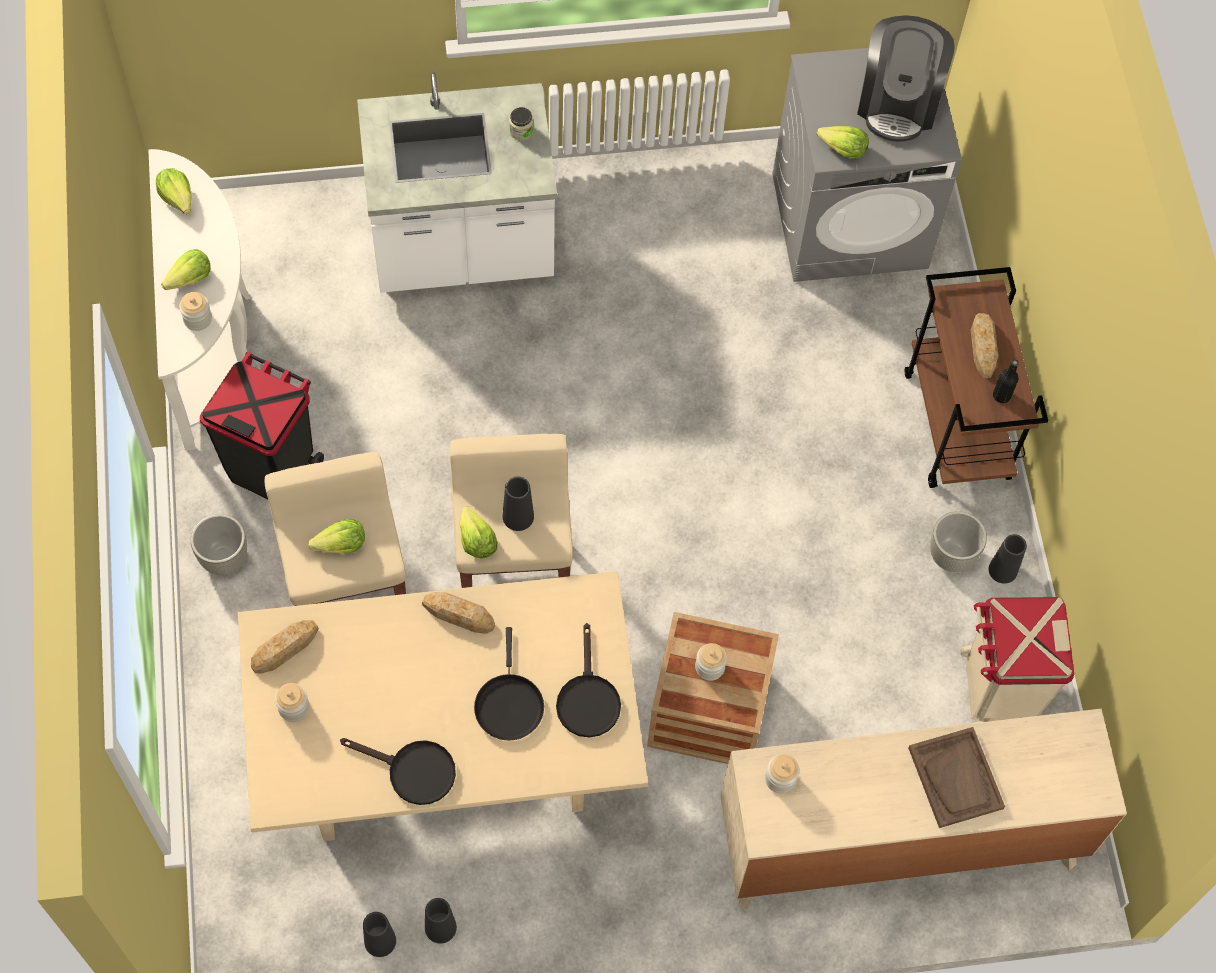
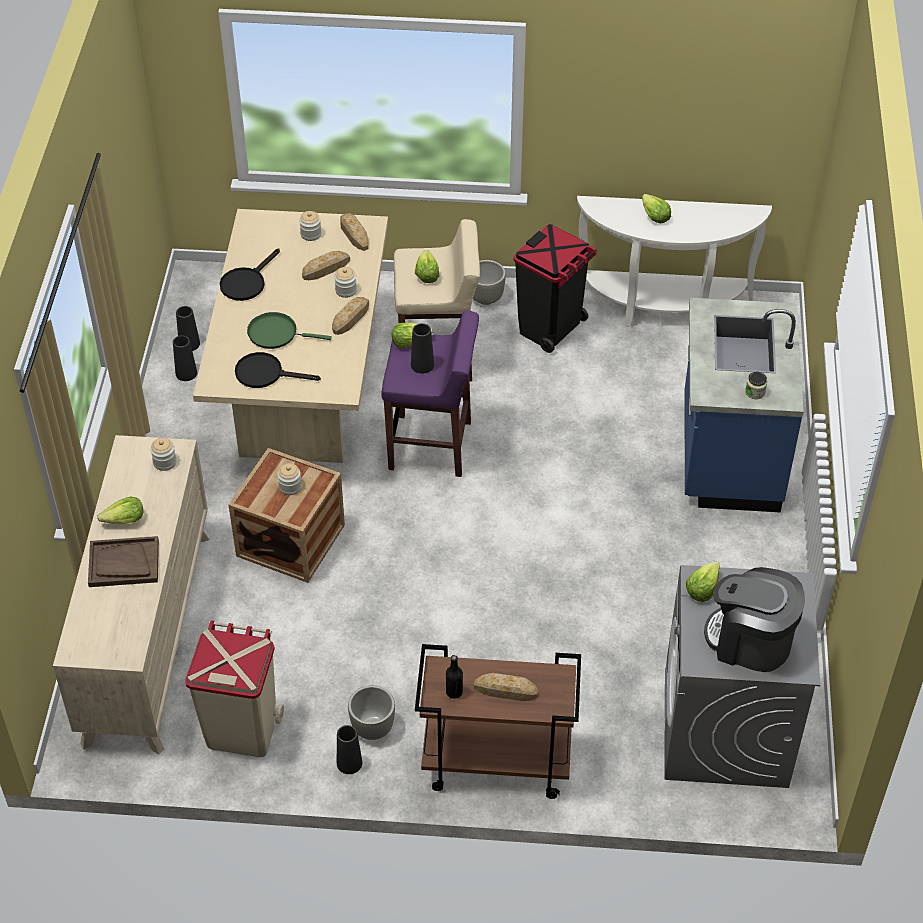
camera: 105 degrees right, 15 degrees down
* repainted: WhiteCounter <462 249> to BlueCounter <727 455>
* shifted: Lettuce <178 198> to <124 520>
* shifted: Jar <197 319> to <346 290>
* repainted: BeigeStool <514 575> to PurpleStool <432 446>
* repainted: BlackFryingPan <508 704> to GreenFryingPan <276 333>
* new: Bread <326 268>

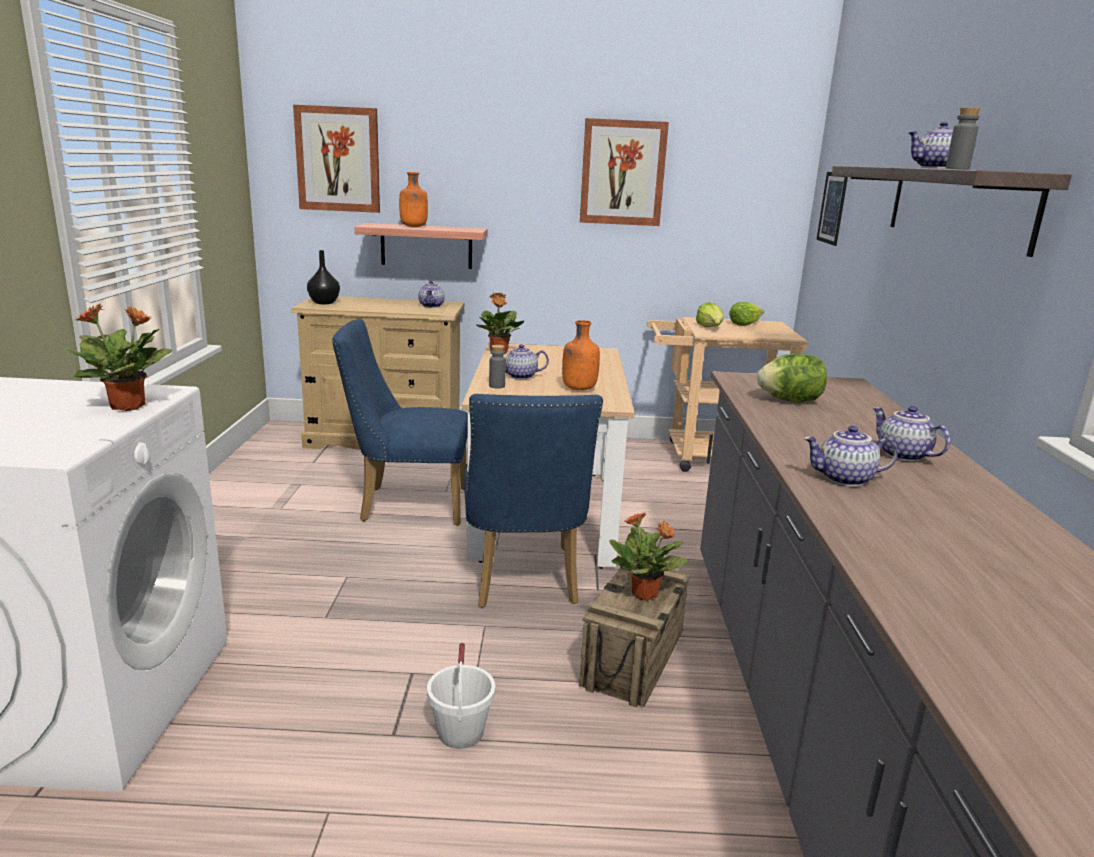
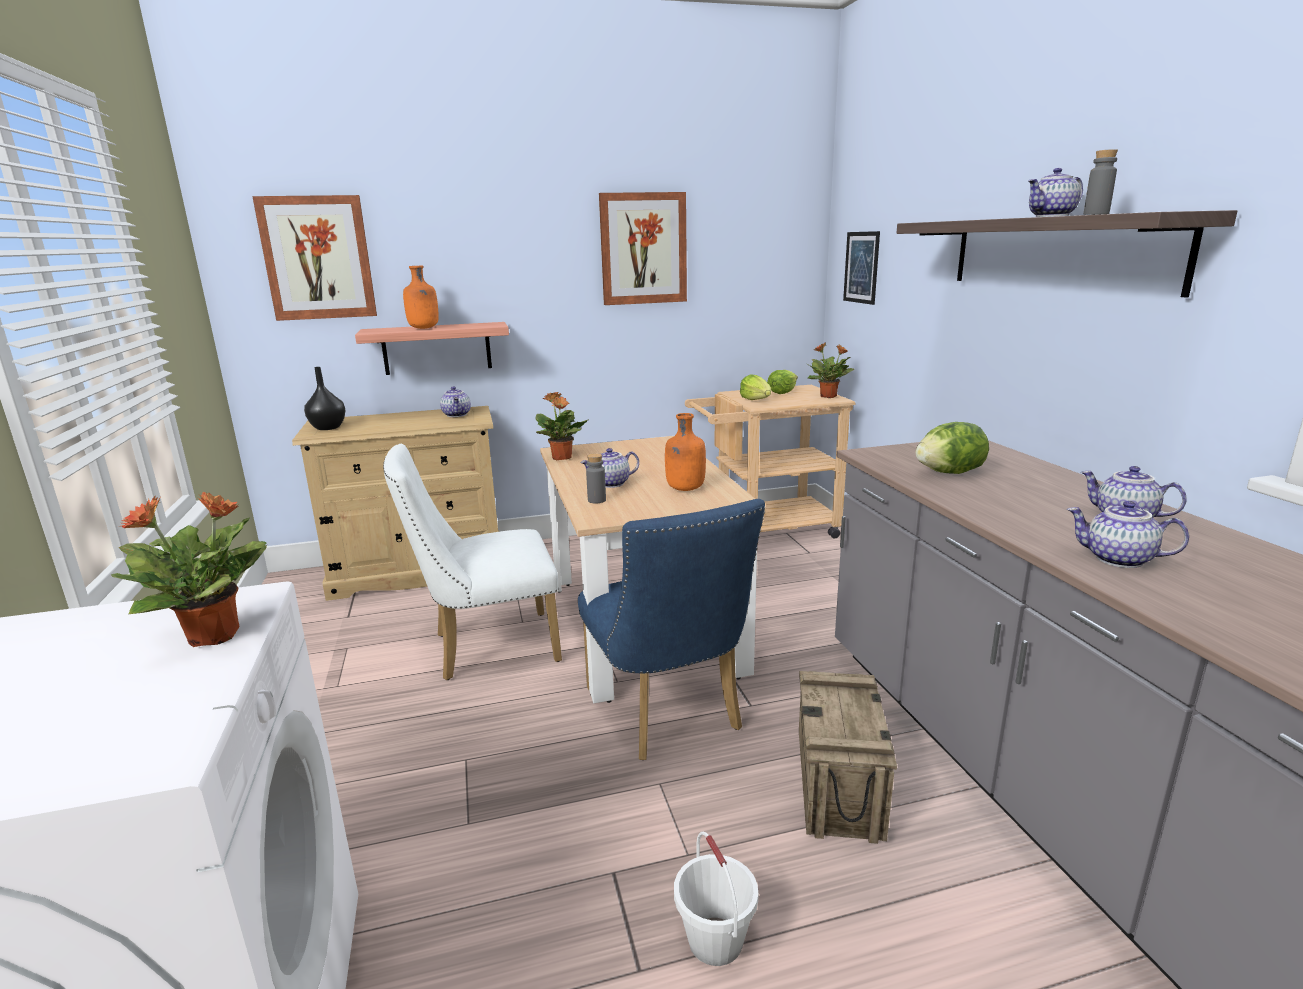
camera: 15 degrees left, 0 degrees up
* repainted: BlueChair <406 504> to WhiteChair <486 648>
* rotated: Teapot <844 479> = <1118 560> 45 degrees clockwise
* shifted: PottedPlant <645 594> to <829 396>

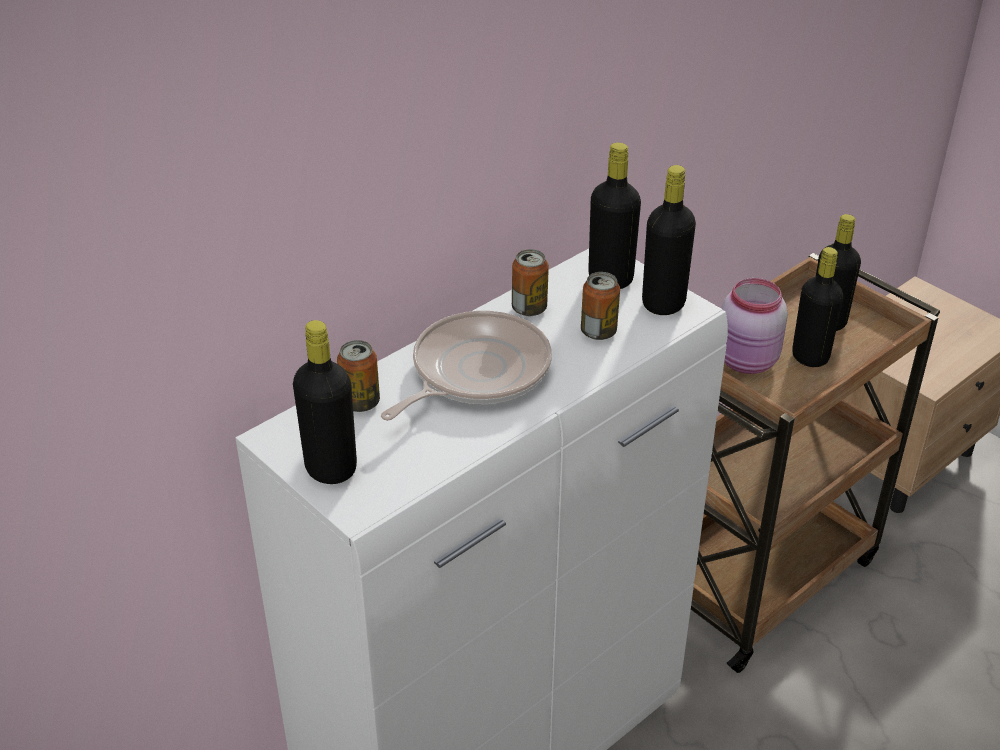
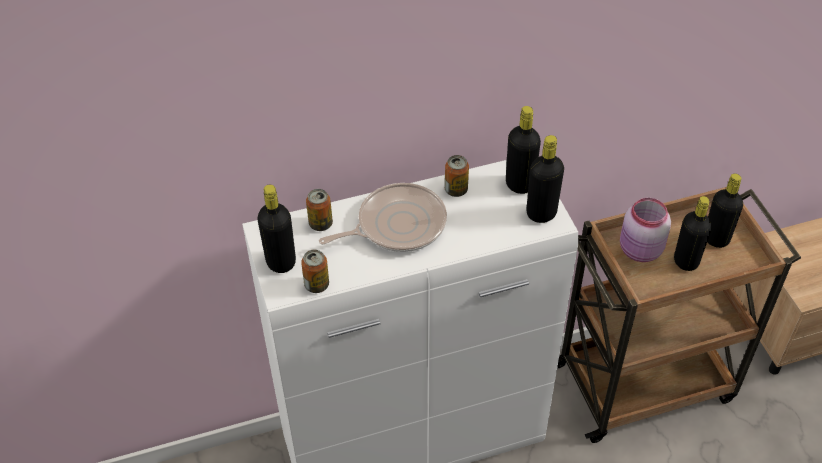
camera: 25 degrees right, 10 degrees up
* shifted: Can <598 332> to <317 285>

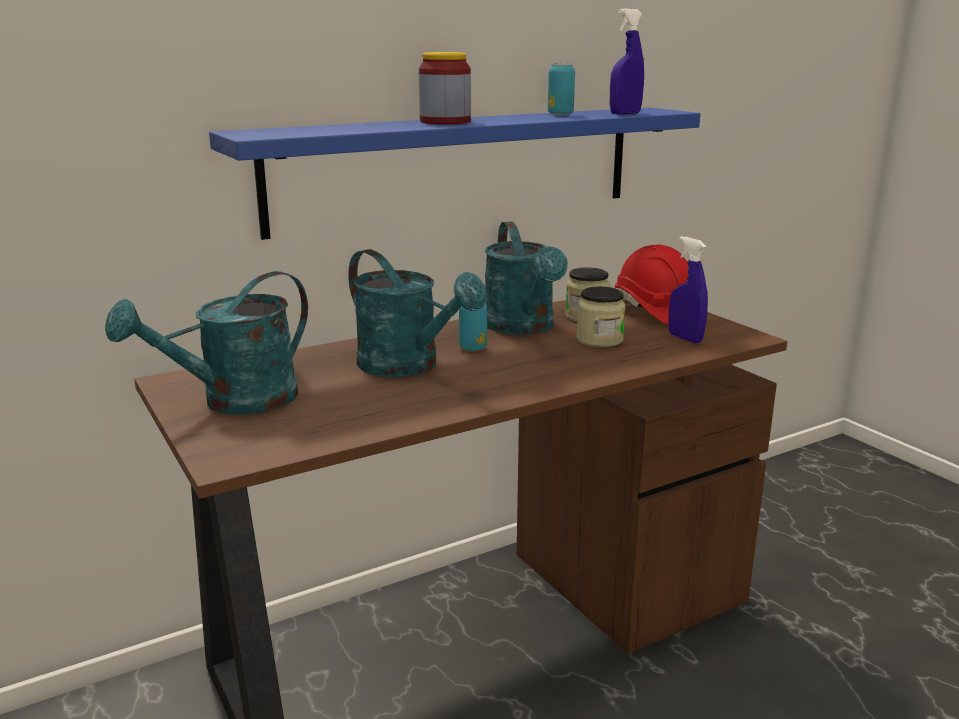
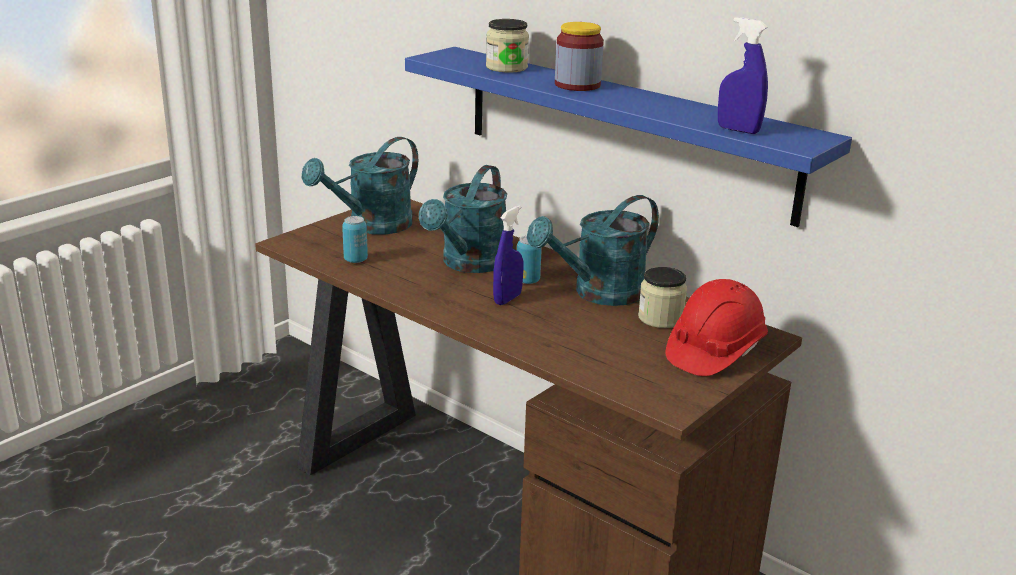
camera: 70 degrees right, 5 degrees up
* shifted: Can <560 114> to <355 260>
* shifted: BlueSprayBottle <685 338> to <507 299>
* rotated: TurquoiseWateringCan <235 402> = <372 226> 75 degrees counterclockwise
* shifted: Jar <599 339> to <506 67>

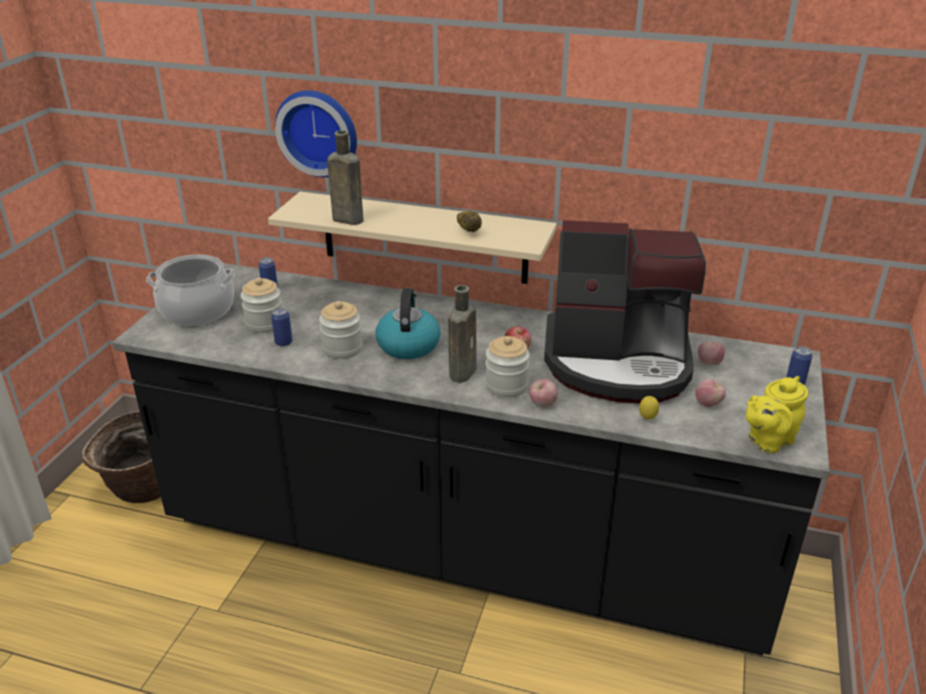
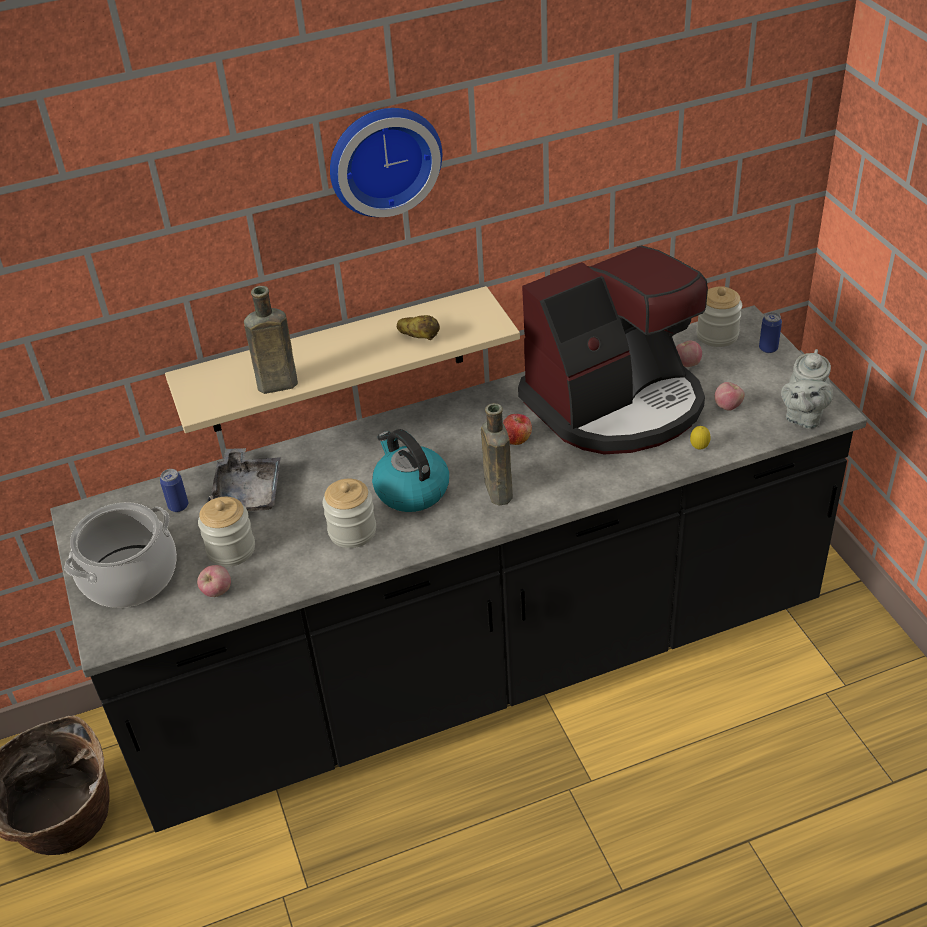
camera: 35 degrees left, 10 degrees up
* shifted: WallClock <319 132> to <383 158>
* gone: Can <283 342>
* shifted: Jar <506 386> to <717 335>
* repainted: YellowTeapot <767 440> to GreyTeapot <803 416>
* shifted: Apple <542 404> to <217 592>
* new: GreyTray <247 492>

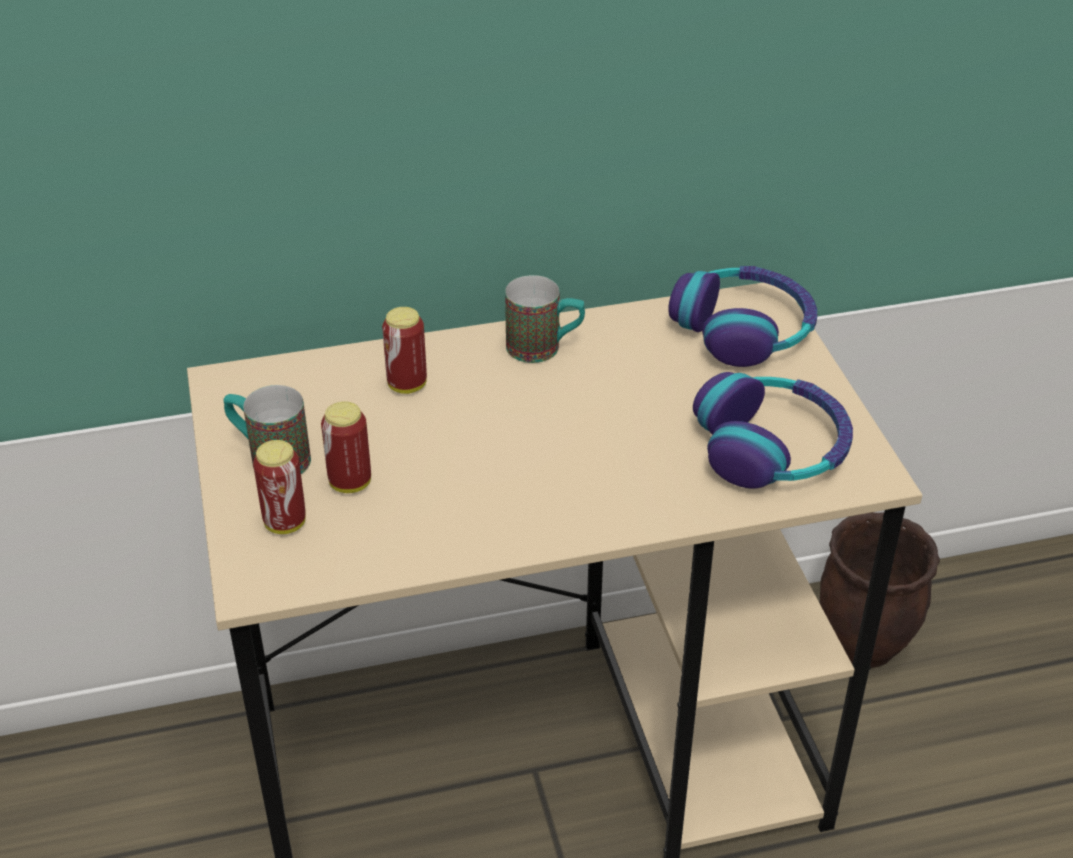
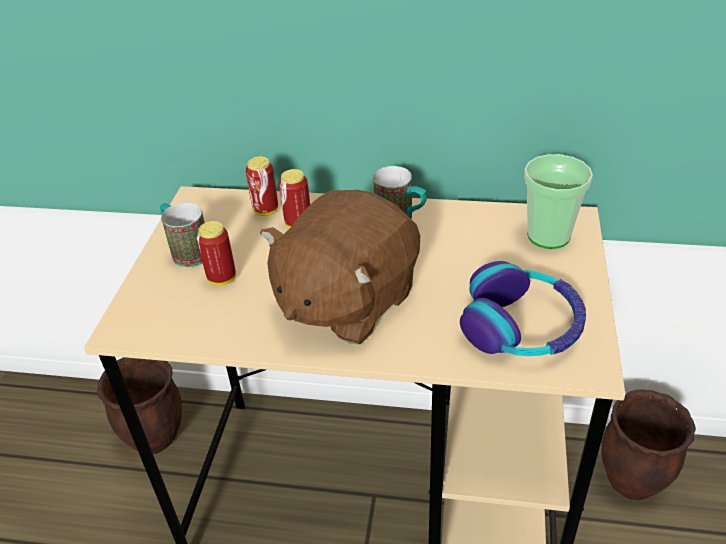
camera: 25 degrees right, 0 degrees up
* swapped: Headphones <744 329> to Cup <548 236>
* shifted: Can <285 523> to <266 210>
* new: BrownPlushToy <346 301>
* new: BrownPlanter <156 438>

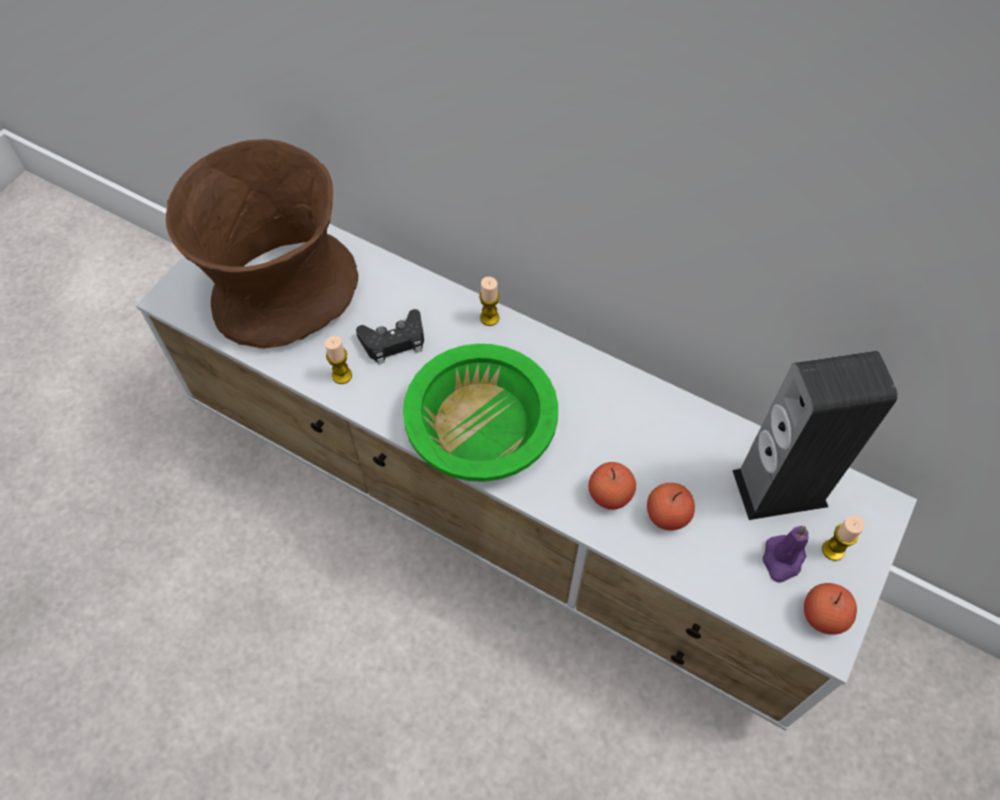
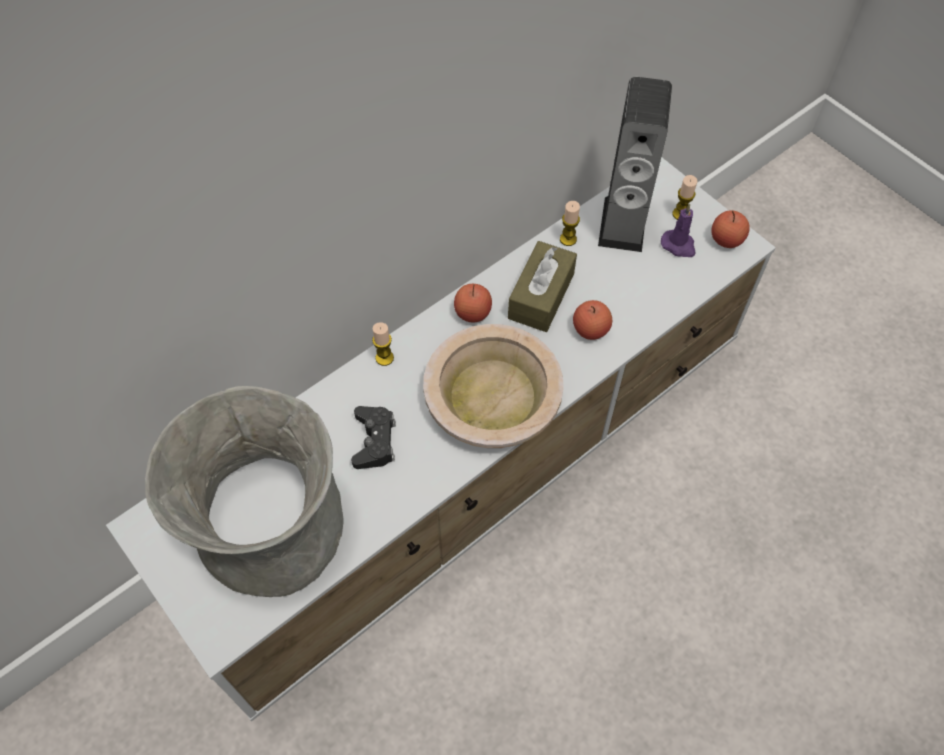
camera: 70 degrees left, 0 degrees up
* repainted: BrownVase <281 292> to GreyVase <268 525>
* shifted: Candle <342 375> to <568 239>
* repainted: GreenBowl <480 425> to BeigeBowl <492 398>
* shifted: Apple <667 515> to <472 313>
* new: BrownTissueBox <541 296>

